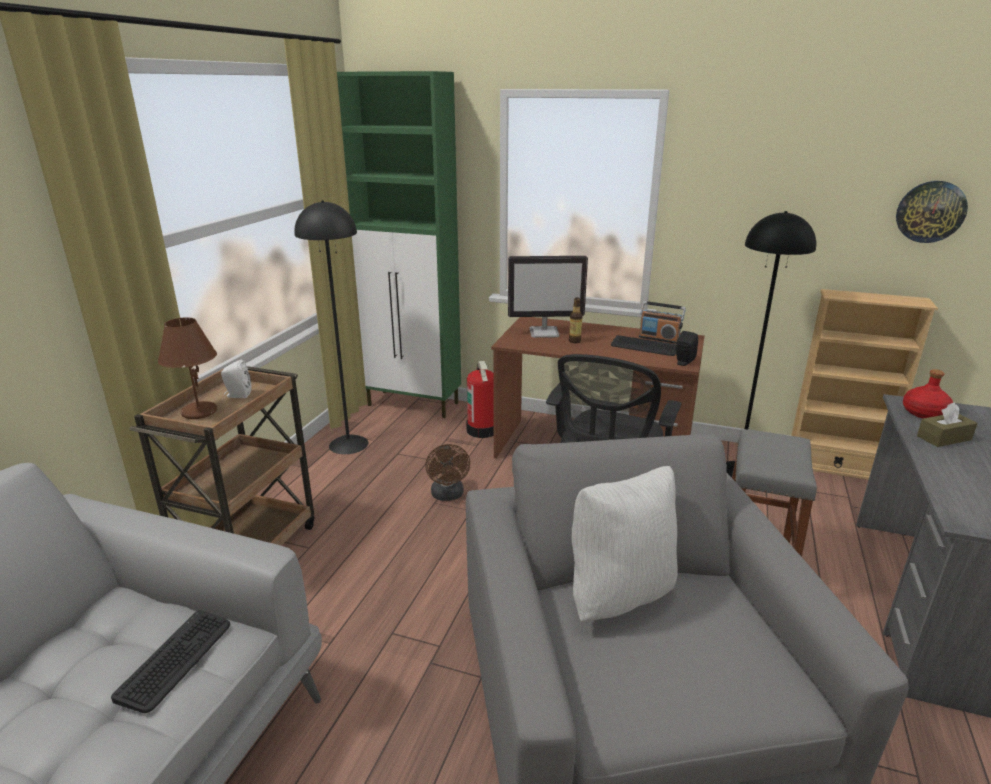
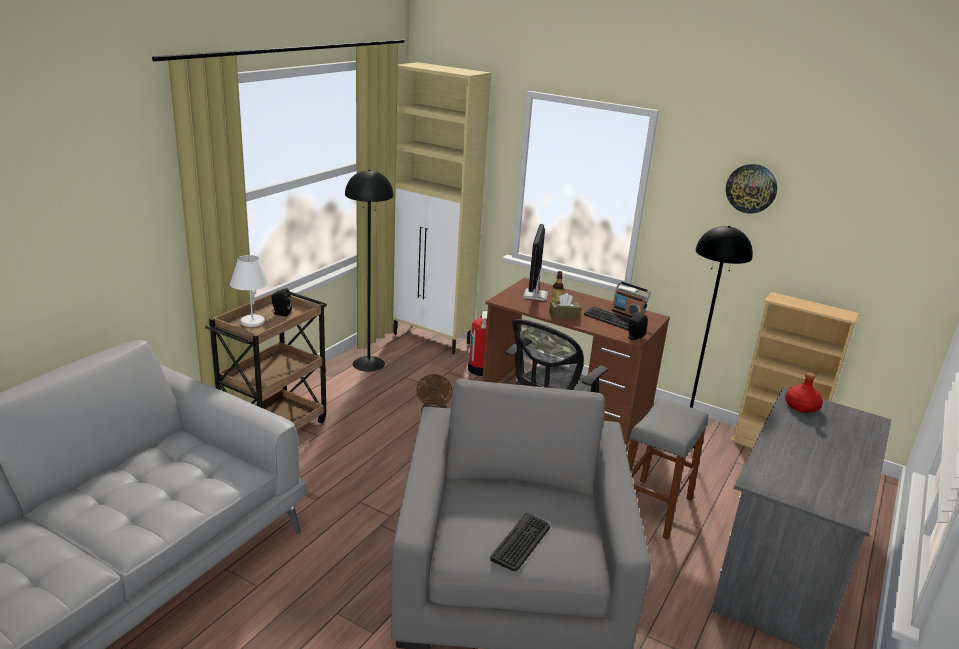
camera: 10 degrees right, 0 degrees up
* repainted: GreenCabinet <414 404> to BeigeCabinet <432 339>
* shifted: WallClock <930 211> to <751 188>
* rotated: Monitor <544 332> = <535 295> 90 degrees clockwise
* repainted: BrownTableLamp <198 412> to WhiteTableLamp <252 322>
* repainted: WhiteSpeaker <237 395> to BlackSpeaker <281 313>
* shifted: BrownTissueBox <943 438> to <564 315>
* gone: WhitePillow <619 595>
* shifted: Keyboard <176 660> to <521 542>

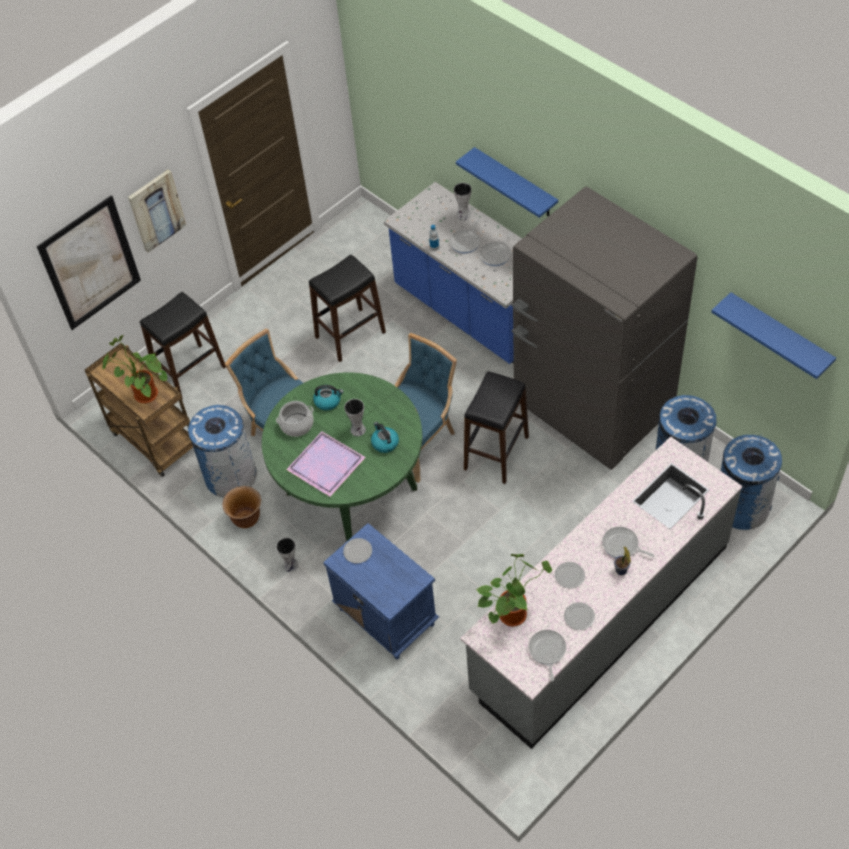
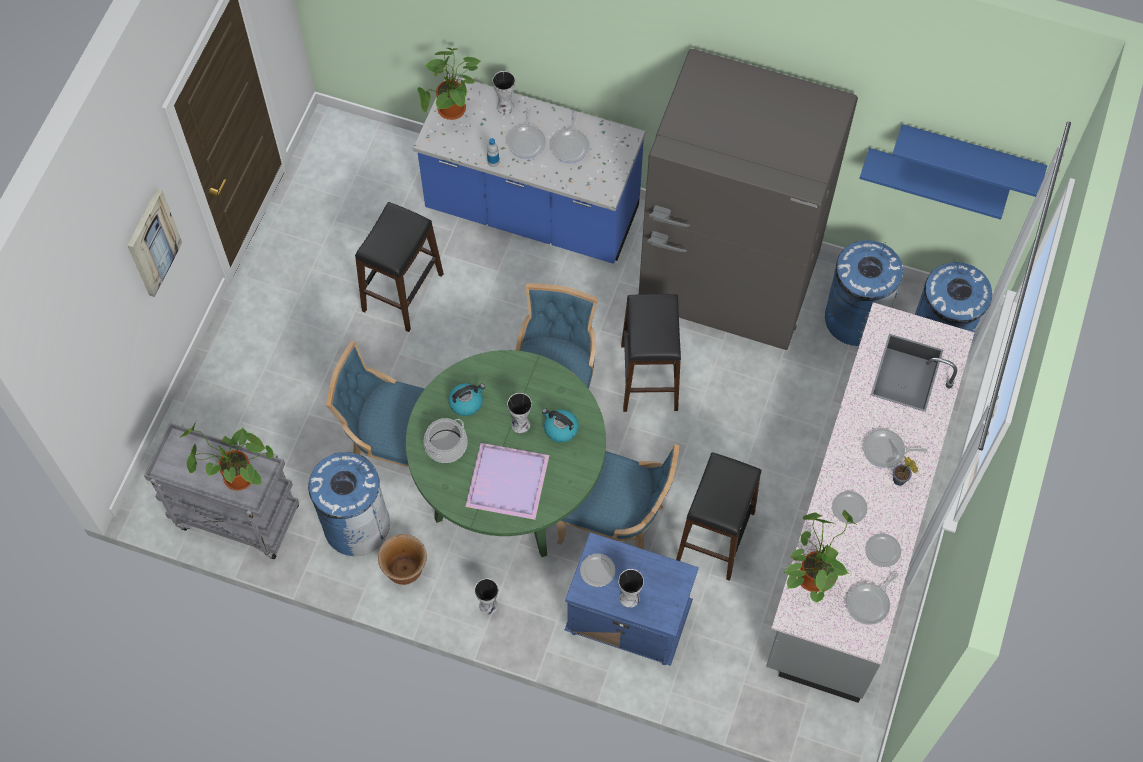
camera: 30 degrees left, 10 degrees up
* shifted: BlueShelf <515 183> to <935 178>
* gone: Picture <90 263>
* shifted: BlackStool <190 372> to <715 535>
* repainted: BrownCart <152 440> to GreyCart <234 517>
* rotated: FryingPan <547 651> = <869 603> 105 degrees counterclockwise
* new: PottedPlant <453 112>
* new: BlueChair <616 521>
* new: Vase <629 597>

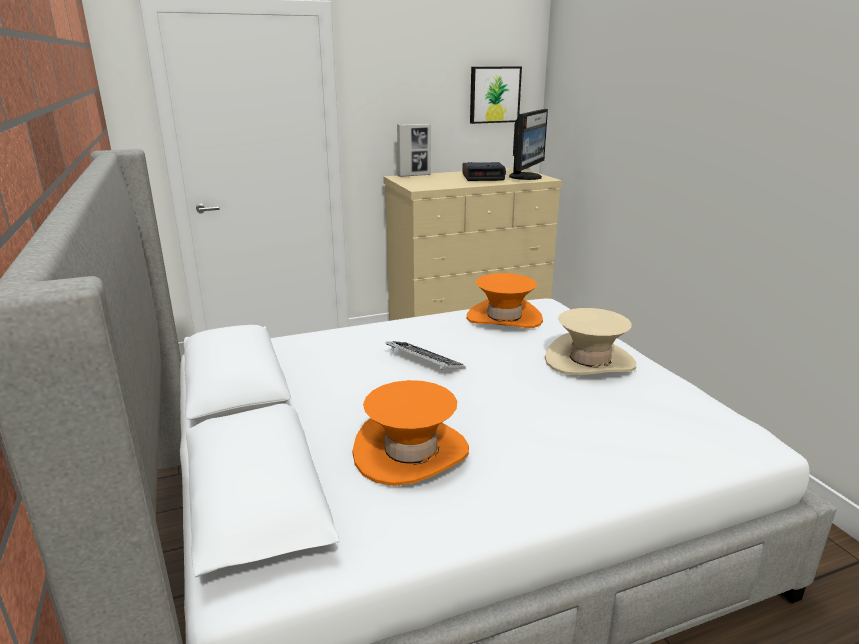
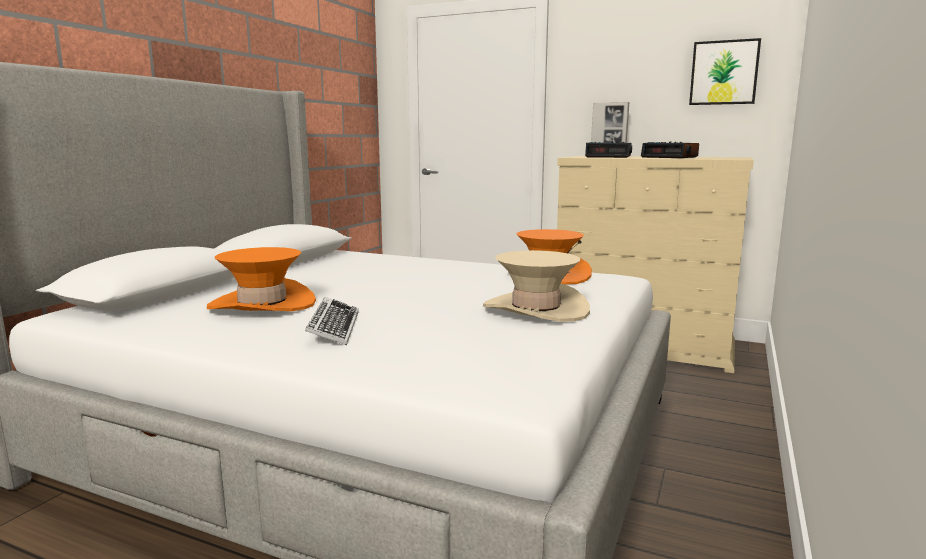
camera: 45 degrees right, 10 degrees down
* gone: Monitor <526 177>
* shifted: Keyboard <424 361> to <333 327>
* new: AlarmClock <609 157>

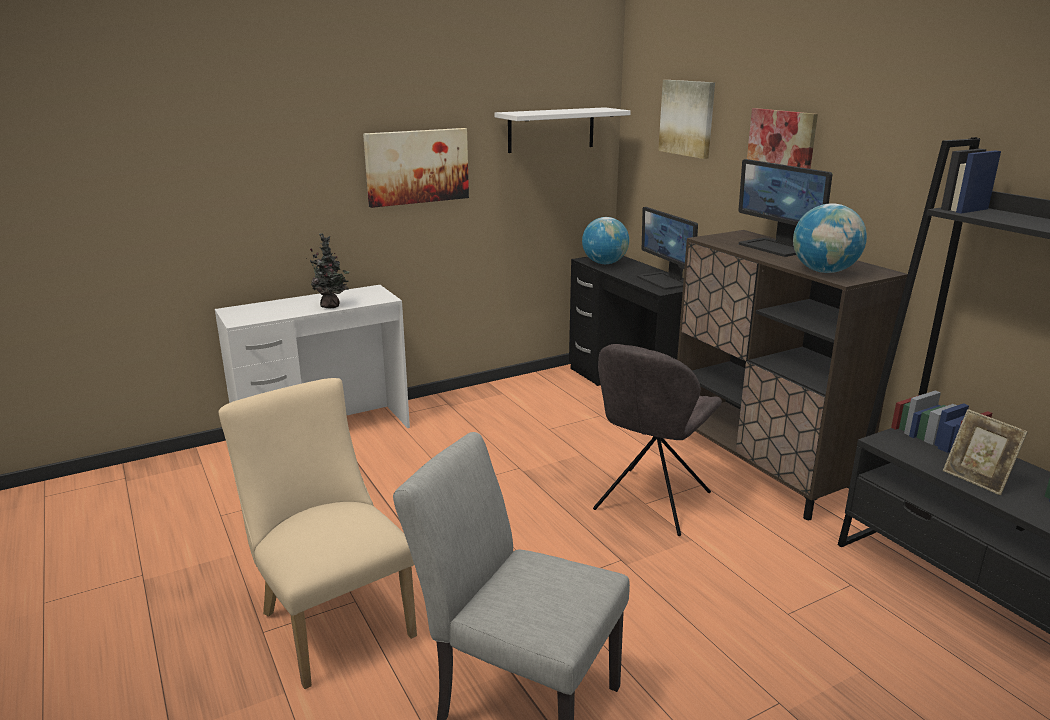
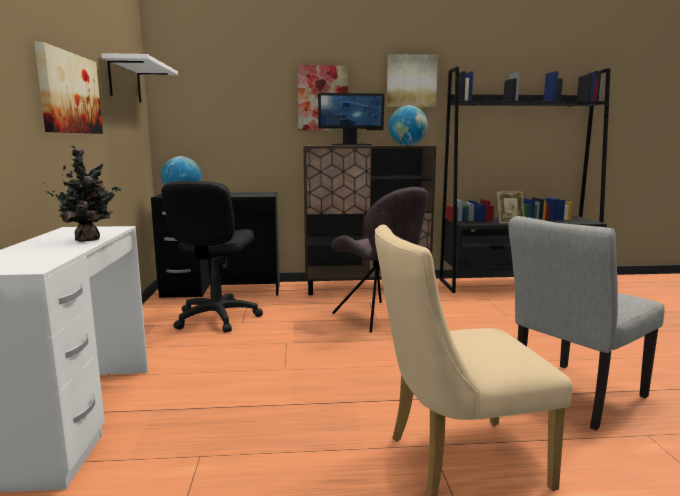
camera: 65 degrees left, 10 degrees down
* shifted: Picture <687 118> to <411 81>
* gone: Monitor <665 281>
* new: BlackOfficeChair <216 318>

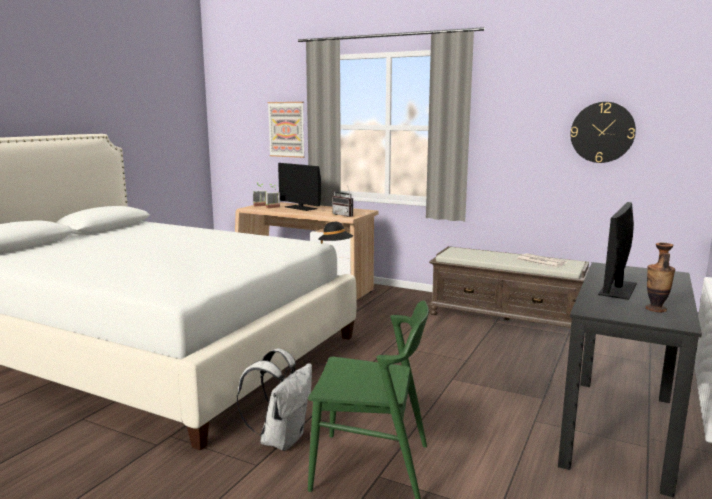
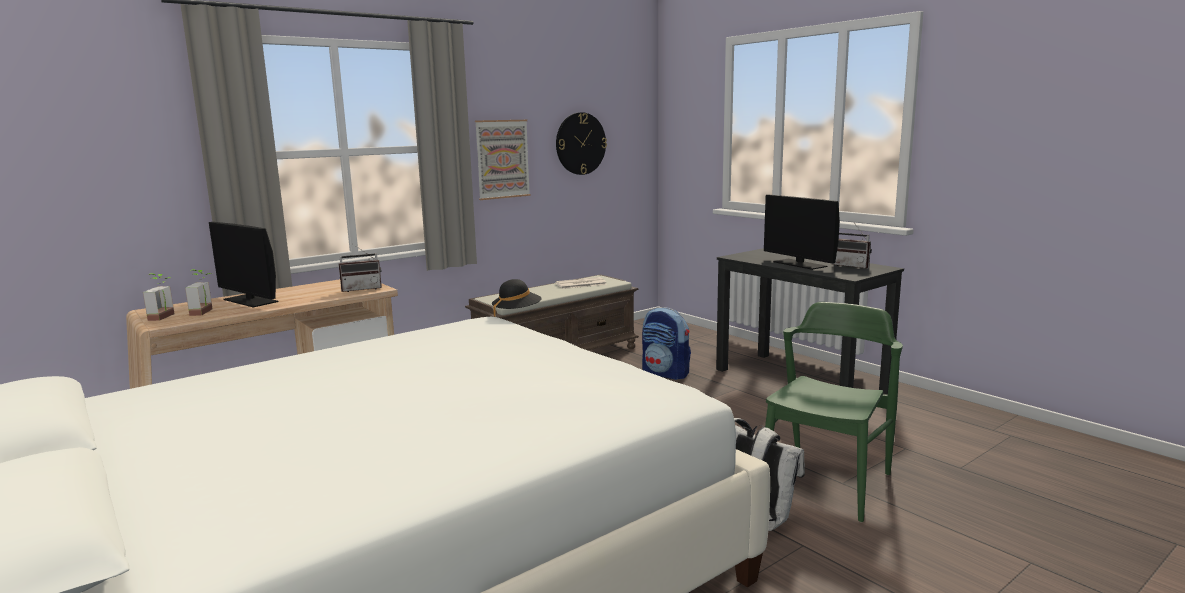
camera: 65 degrees left, 0 degrees up
* shifted: Picture <286 129> to <502 159>
* rotated: Monitor <300 208> = <250 300> 60 degrees clockwise
* swapped: Vase <655 309> to Radio <852 266>
* new: Backpack <666 373>

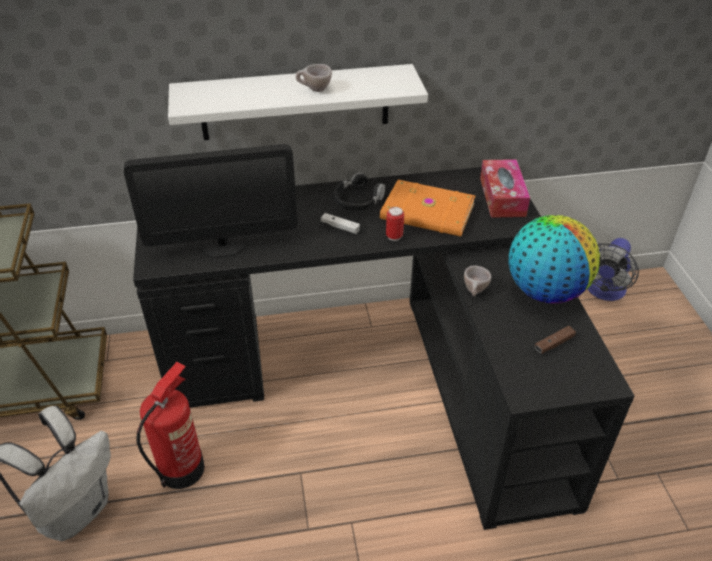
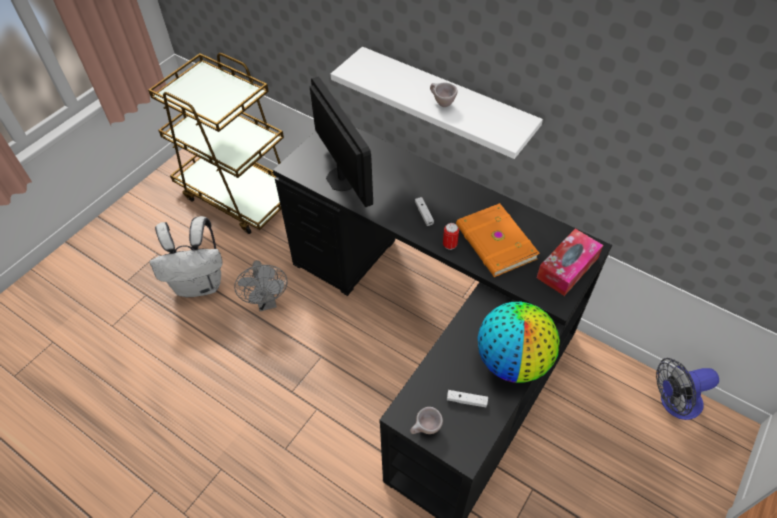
camera: 45 degrees right, 10 degrees up
* rotated: Monitor <223 245> = <341 179> 150 degrees counterclockwise
* gone: BlackHeadphones <358 200>
* shifted: BeigeCup <475 292> to <425 429>
* repainted: BrownGameController <554 344> to WhiteGameController <466 401>
* swapped: FireExtinguisher <182 468> to GreyFan <267 302>

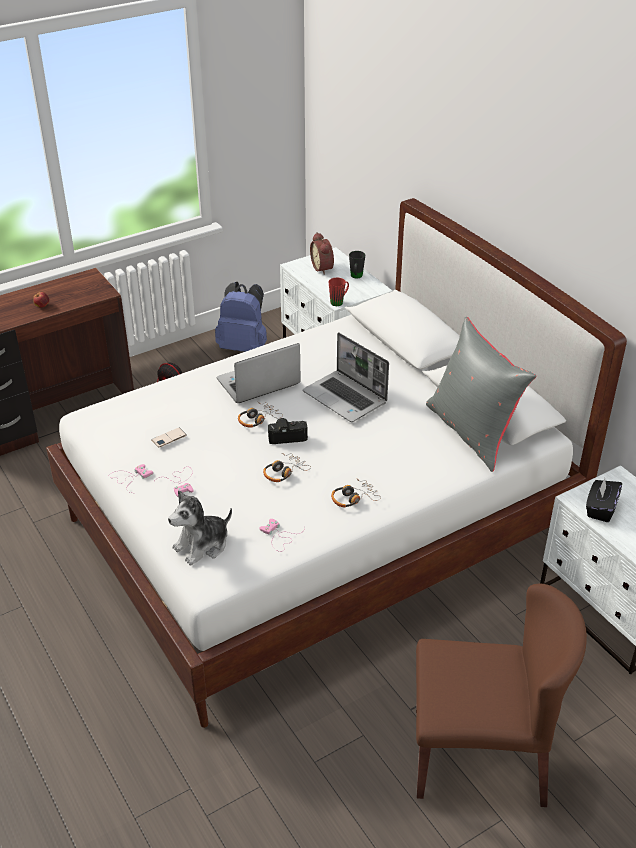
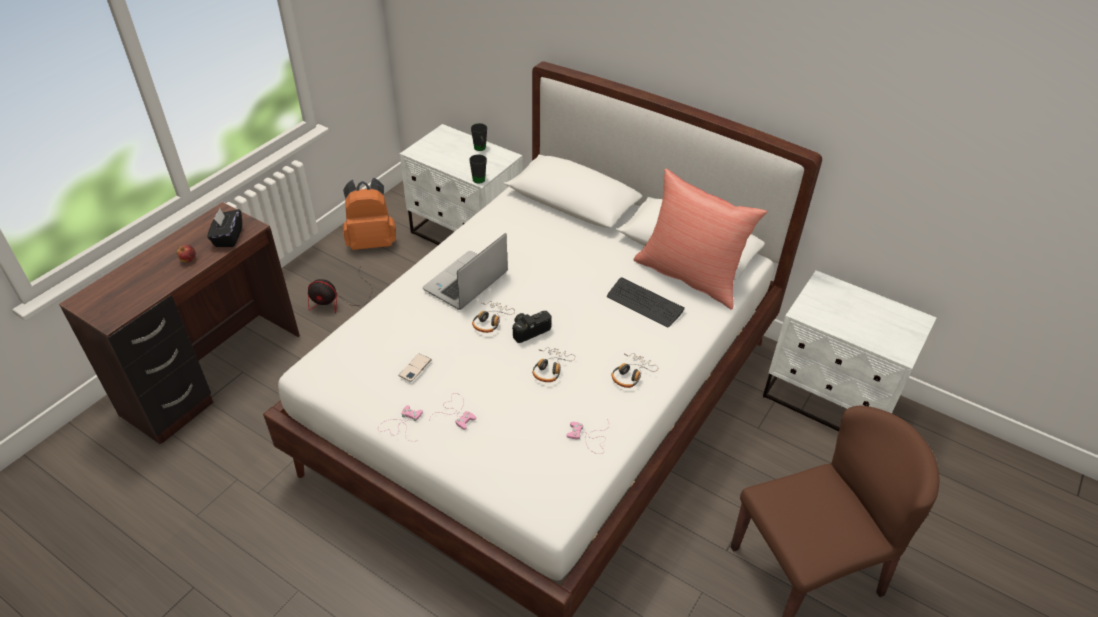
camera: 25 degrees left, 5 degrees up
* gone: AlarmClock <323 268>
* repainted: RedMug <339 301> to BlackMug <480 178>
* repainted: BlueBackpack <244 347> to OrangeBackpack <372 242>
* repainted: GreyPillow <472 432> to RedPillow <690 276>
* gone: Laptop <346 398>
* shifted: BlackTissueBox <600 509> to <228 237>
* gone: PlushToy <202 545>
* new: Keyboard <644 303>

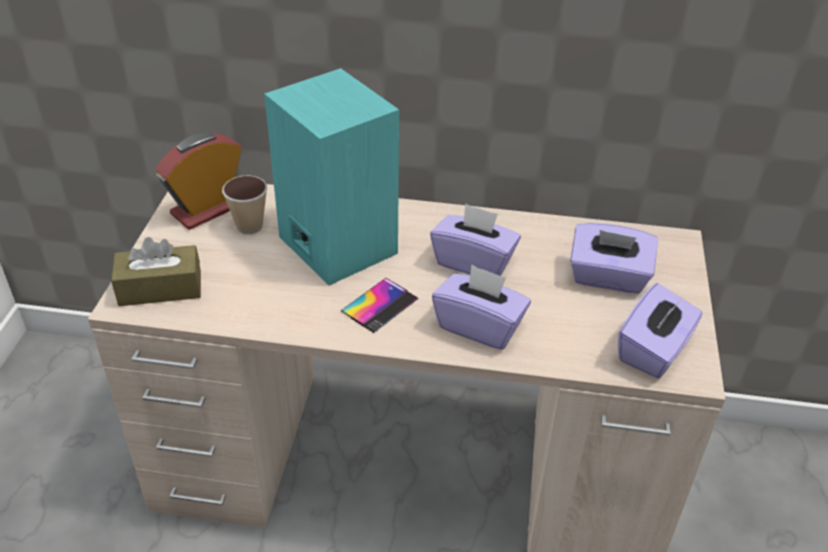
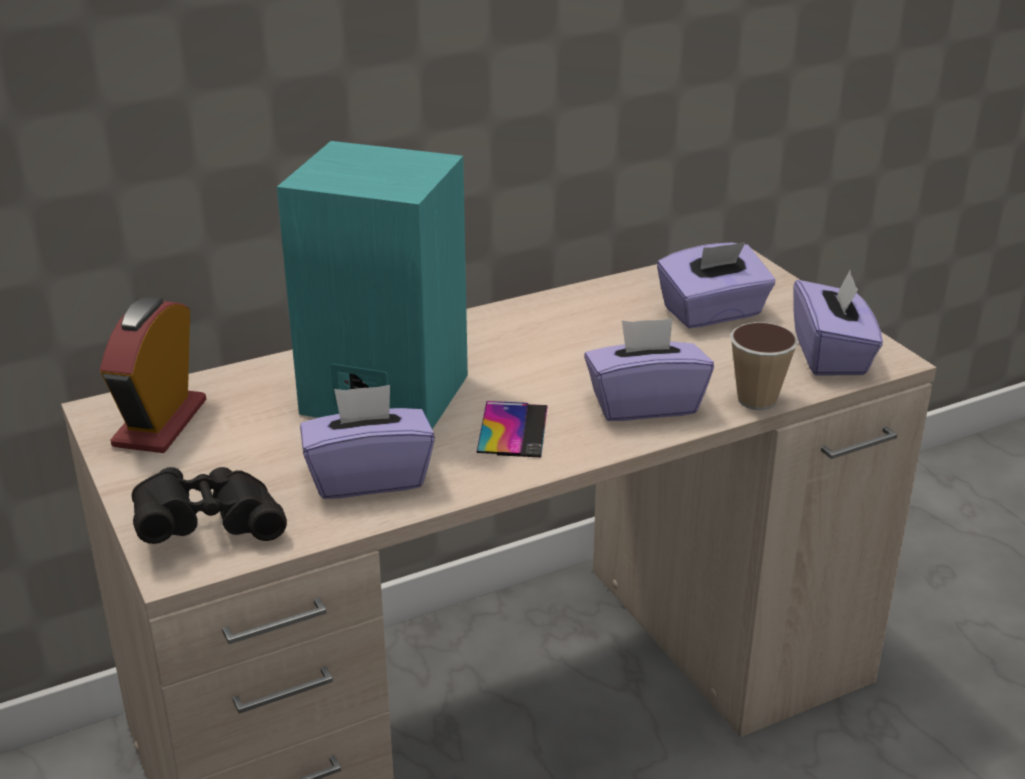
camera: 35 degrees left, 10 degrees down
* shifted: Cup <249 226> to <757 400>
* shifted: PurpleTissueBox <474 262> to <368 477>
* swapped: BrownTissueBox <160 288> to BlackBinoculars <209 527>

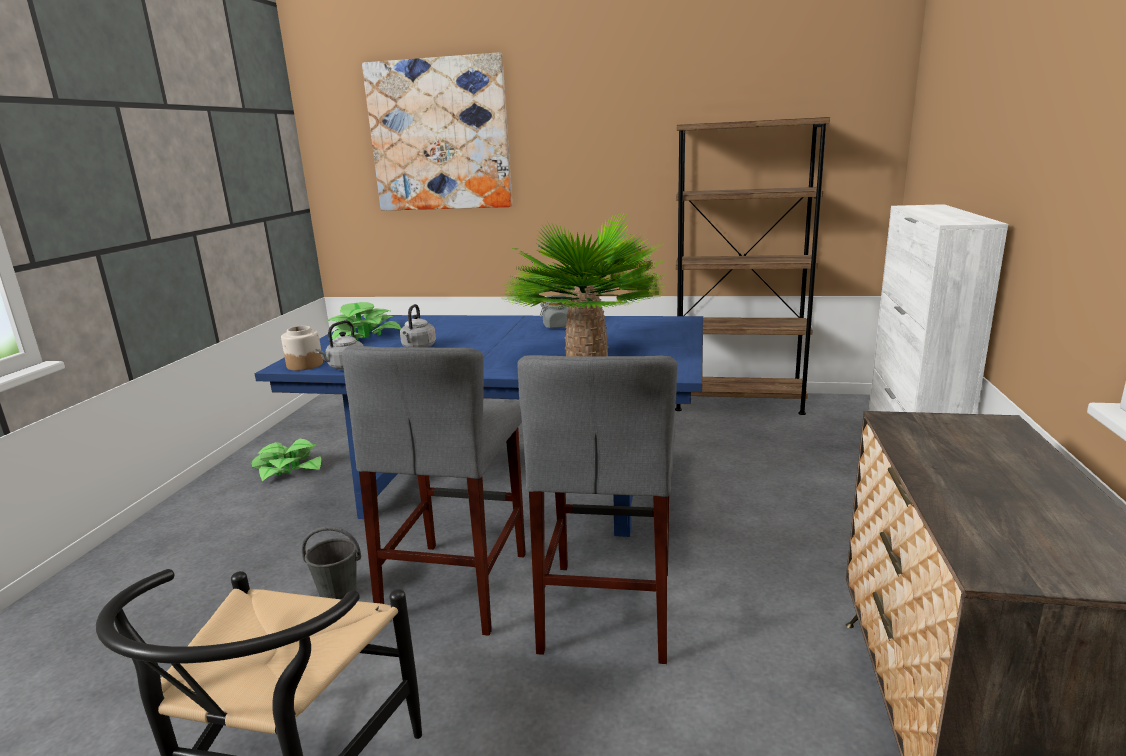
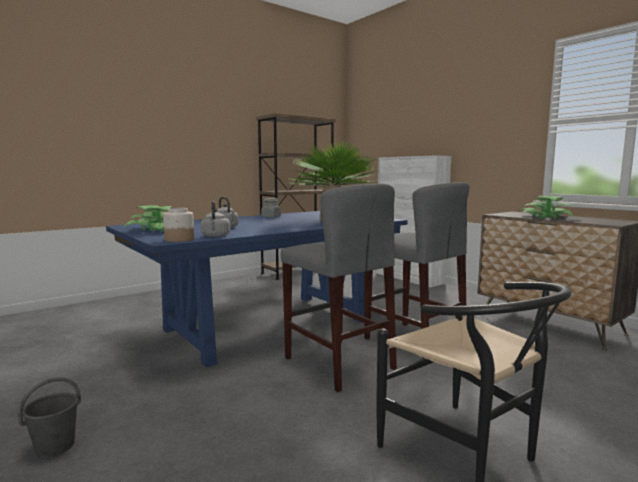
camera: 50 degrees left, 10 degrees down
* gone: Picture <439 135>
* shifted: PottedPlant <288 468> to <545 217>
* shifted: GreyBucket <339 592> to <56 446>

